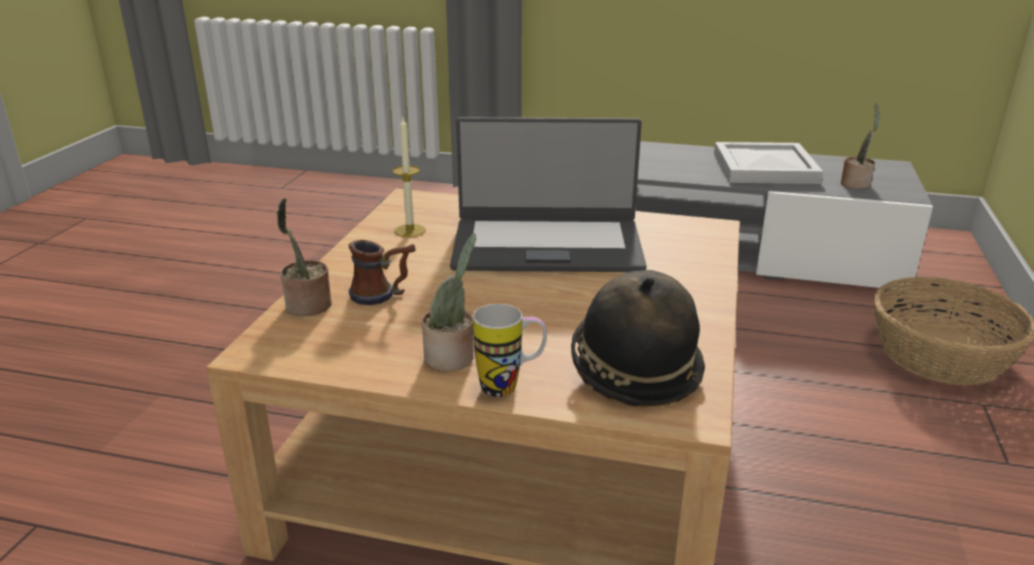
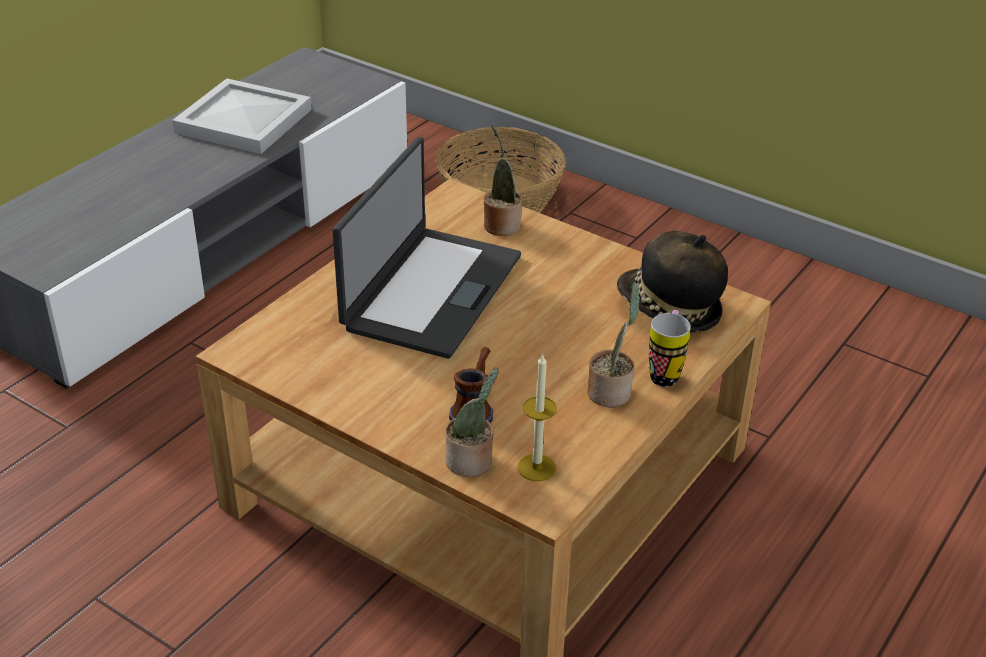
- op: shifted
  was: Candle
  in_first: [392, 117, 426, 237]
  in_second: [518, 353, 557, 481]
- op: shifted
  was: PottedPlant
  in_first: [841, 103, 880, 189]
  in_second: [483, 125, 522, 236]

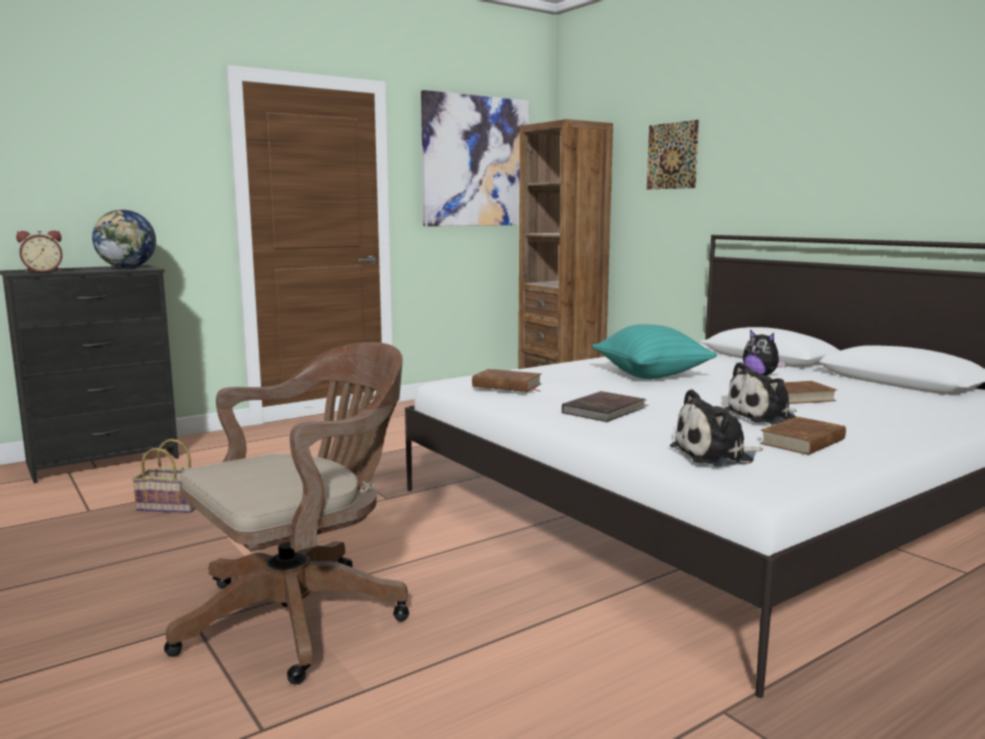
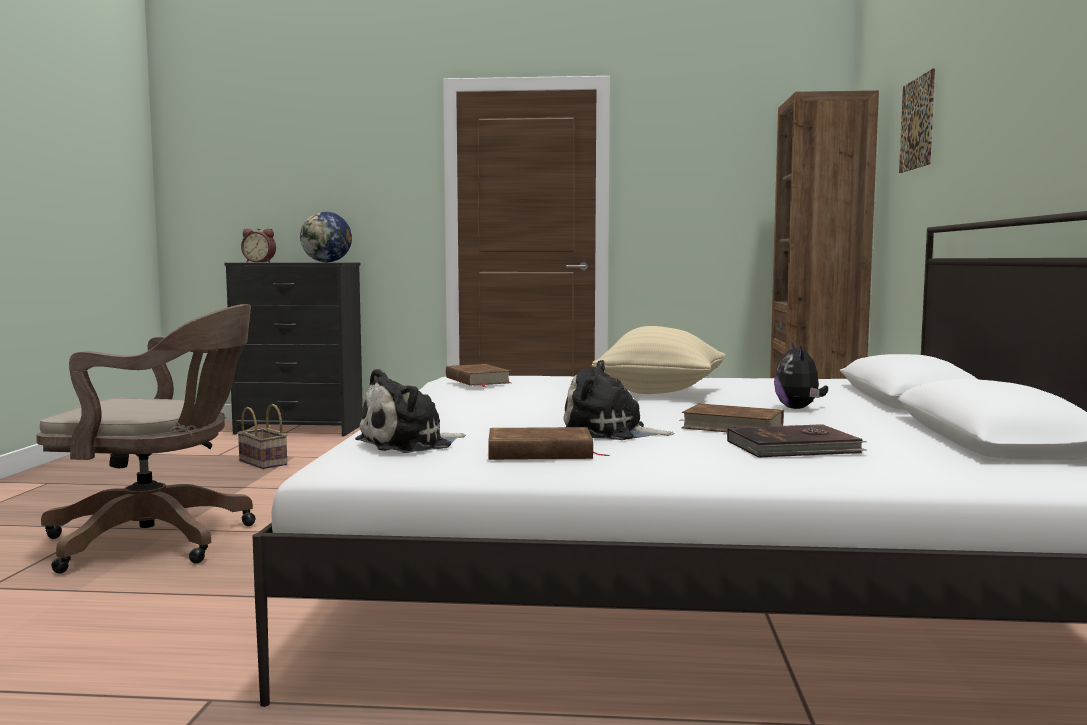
- op: gone
  was: Picture
  in_first: [421, 90, 529, 226]
- op: shifted
  was: BrownBook
  in_first: [562, 391, 649, 422]
  in_second: [727, 424, 867, 458]
- op: repainted
  was: TurquoisePillow
  now: BeigePillow
  in_first: [592, 324, 717, 379]
  in_second: [592, 326, 726, 394]
- op: rotated
  was: PlushToy
  in_first: [670, 389, 763, 466]
  in_second: [355, 369, 466, 453]
  clockwise: -60

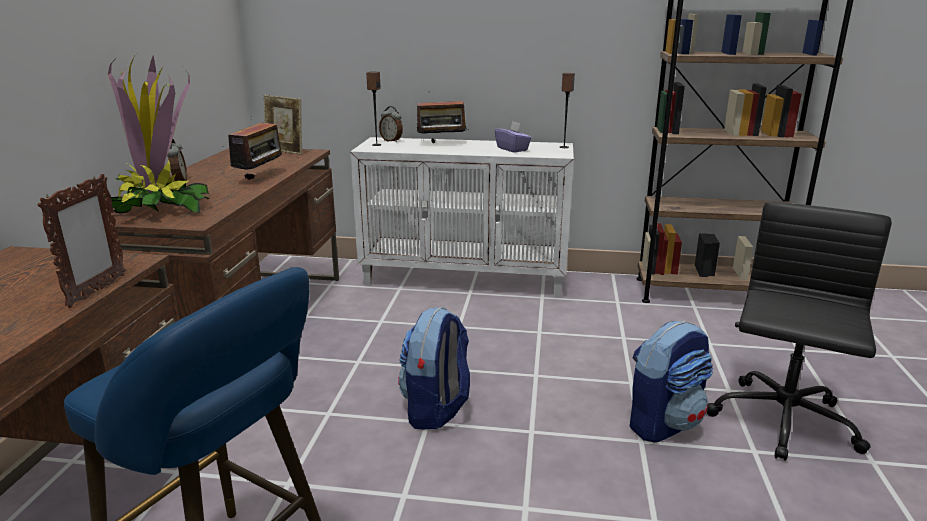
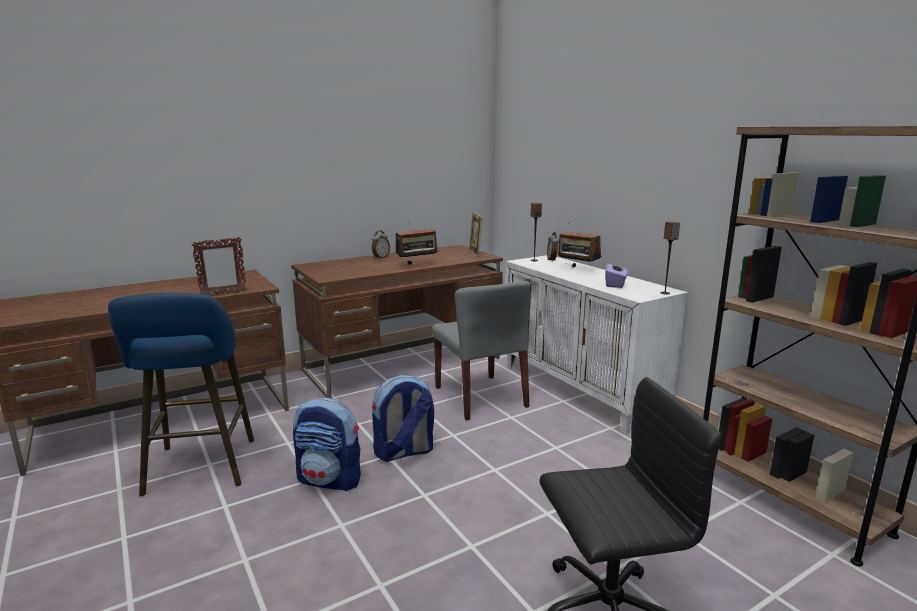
- op: gone
  was: PottedPlant
  in_first: [105, 54, 209, 214]
- op: new
  now: GreyChair
  in_second: [432, 281, 531, 421]
- op: shifted
  was: Backpack
  in_first: [630, 321, 713, 443]
  in_second: [293, 397, 361, 491]

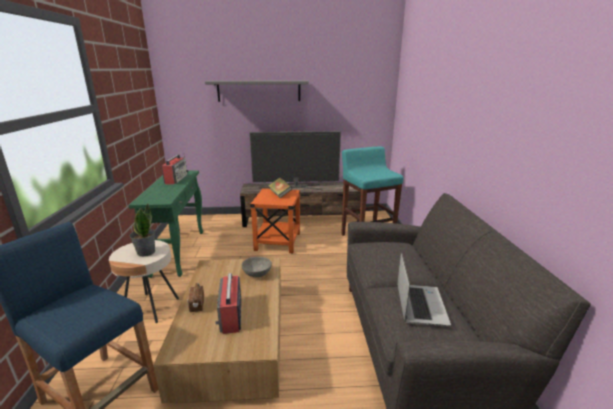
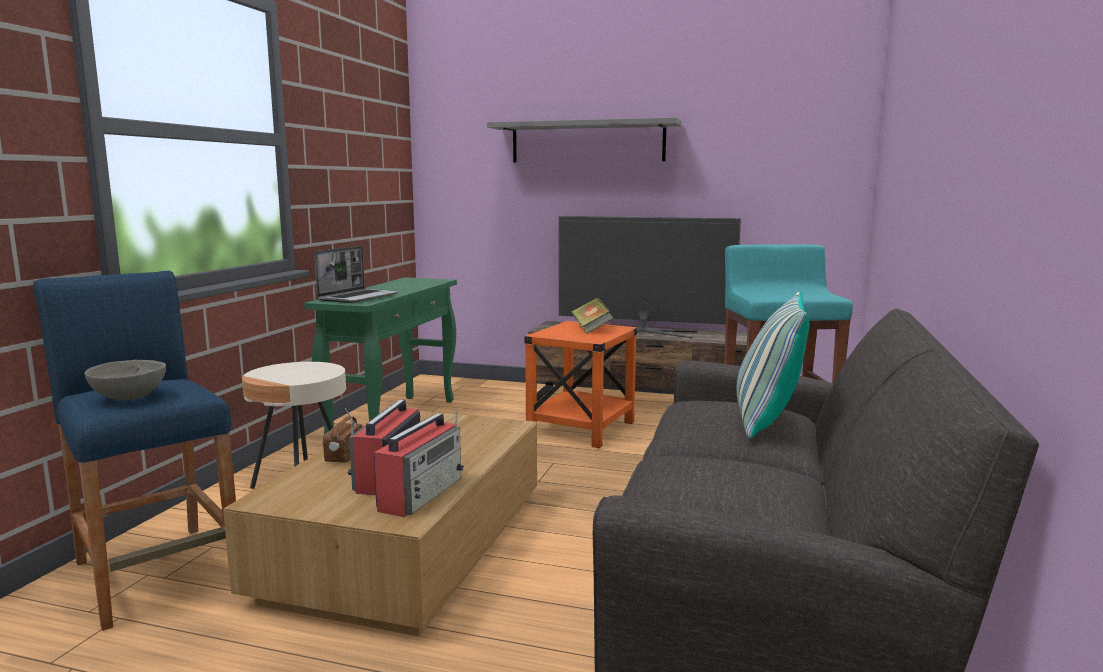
- op: gone
  was: PottedPlant
  in_first: [129, 204, 155, 257]
- op: new
  now: Pillow
  in_second: [737, 291, 809, 438]
- op: shifted
  was: Radio
  in_first: [162, 155, 188, 185]
  in_second: [374, 410, 464, 517]
- op: shifted
  was: GreyBowl
  in_first: [242, 257, 272, 277]
  in_second: [84, 360, 166, 400]
- op: shifted
  was: Laptop
  in_first: [397, 253, 451, 326]
  in_second: [314, 246, 399, 303]

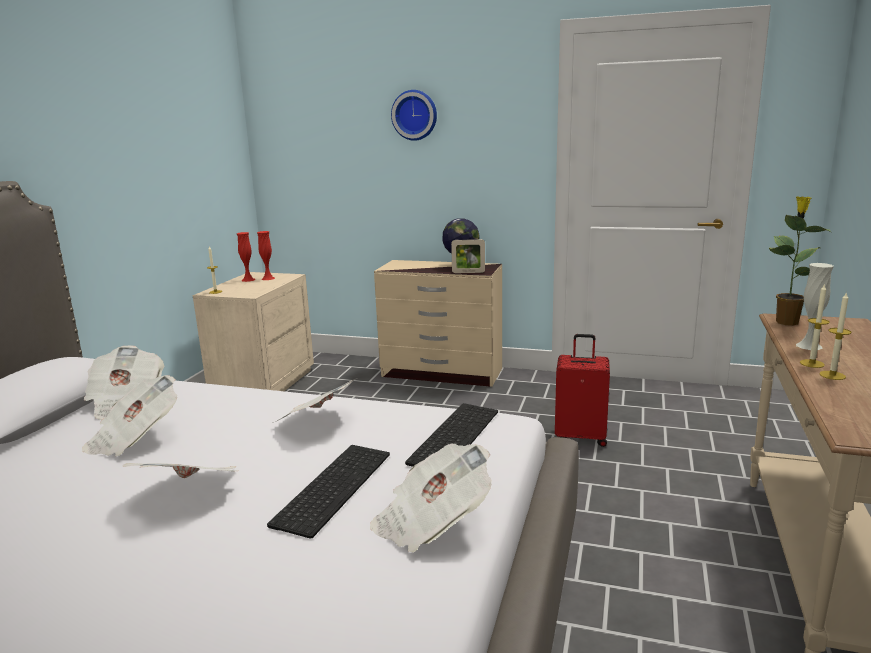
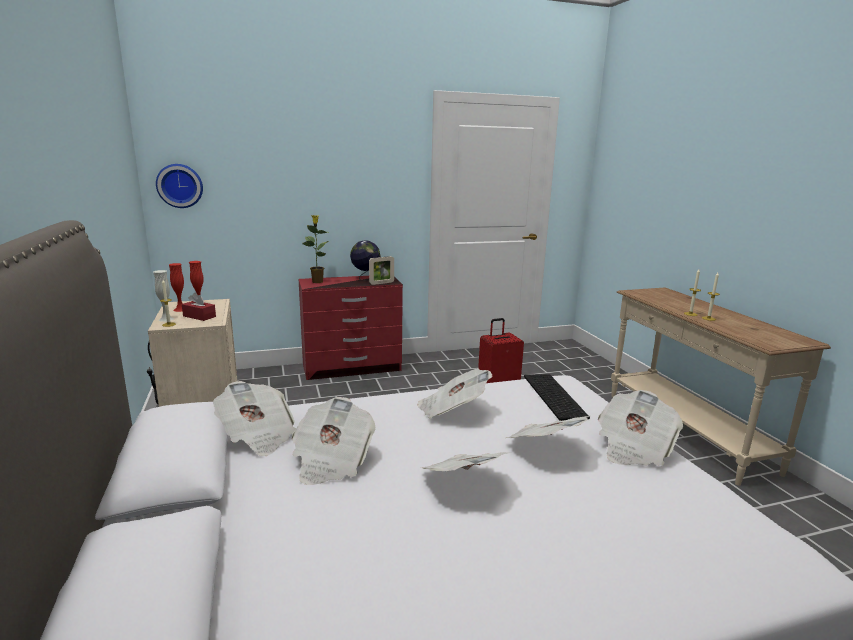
- op: new
  now: RedTissueBox
  in_second: [182, 292, 216, 321]
- op: shifted
  was: WallClock
  in_first: [391, 90, 437, 141]
  in_second: [156, 164, 203, 208]
- op: shifted
  was: PottedPlant
  in_first: [769, 196, 832, 326]
  in_second: [302, 215, 328, 283]
- op: shifted
  was: WhiteVase
  in_first: [796, 263, 834, 350]
  in_second: [153, 270, 174, 322]
- op: swapped
  was: Keyboard
  now: Newspaper
  in_first: [267, 445, 390, 539]
  in_second: [506, 416, 589, 438]
- op: repainted
  was: BeigeDresser
  now: RedDresser
  in_first: [374, 260, 502, 387]
  in_second: [299, 276, 403, 380]

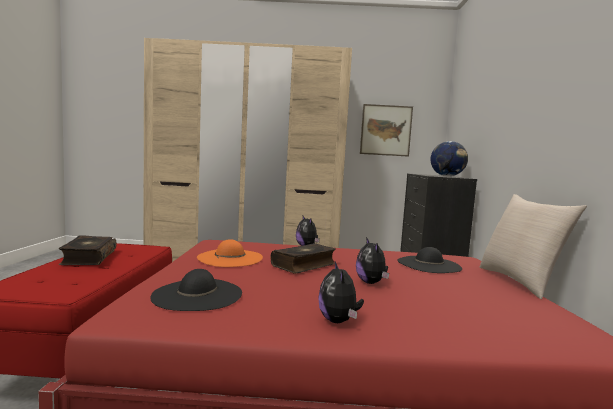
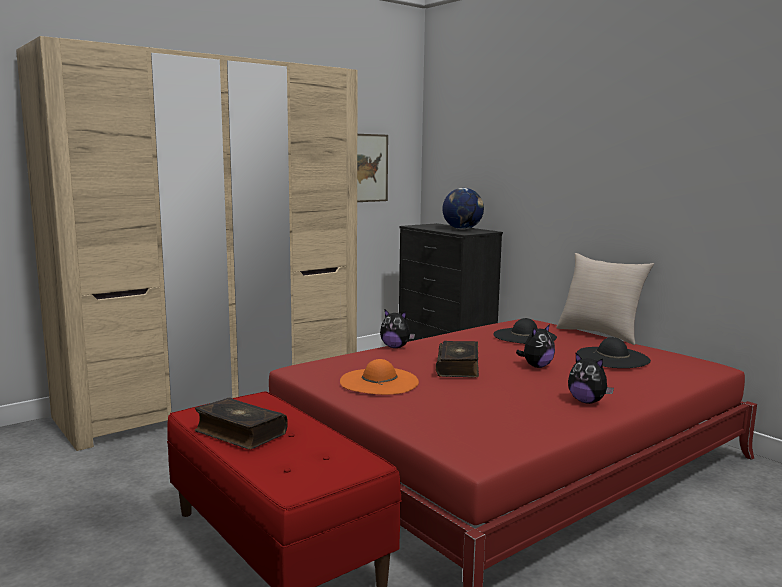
- op: shifted
  was: BlackHat
  in_first: [150, 269, 242, 311]
  in_second: [576, 337, 651, 368]
- op: rotated
  was: PlushToy
  in_first: [356, 237, 389, 284]
  in_second: [516, 324, 555, 368]
  clockwise: -75

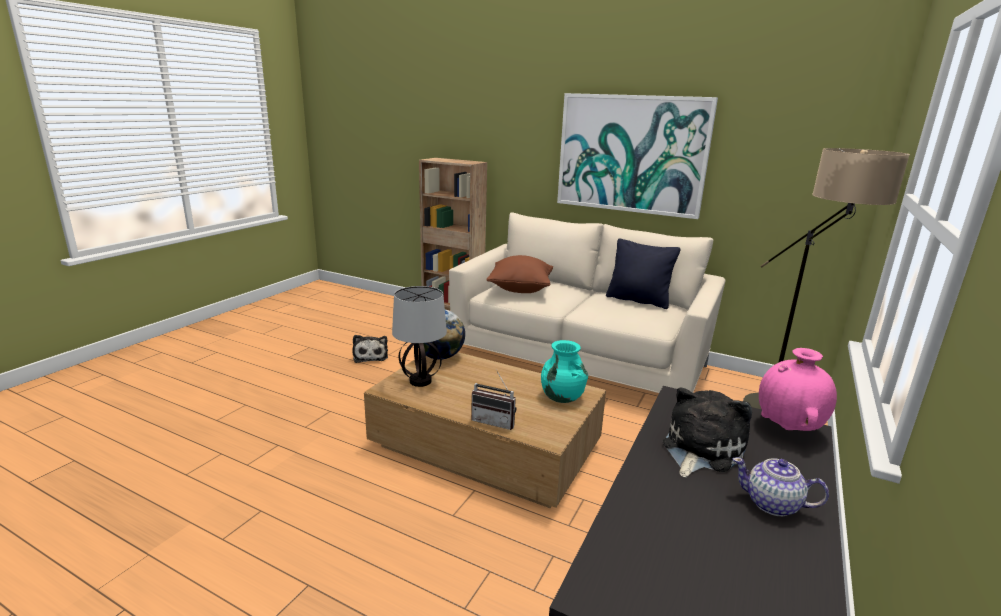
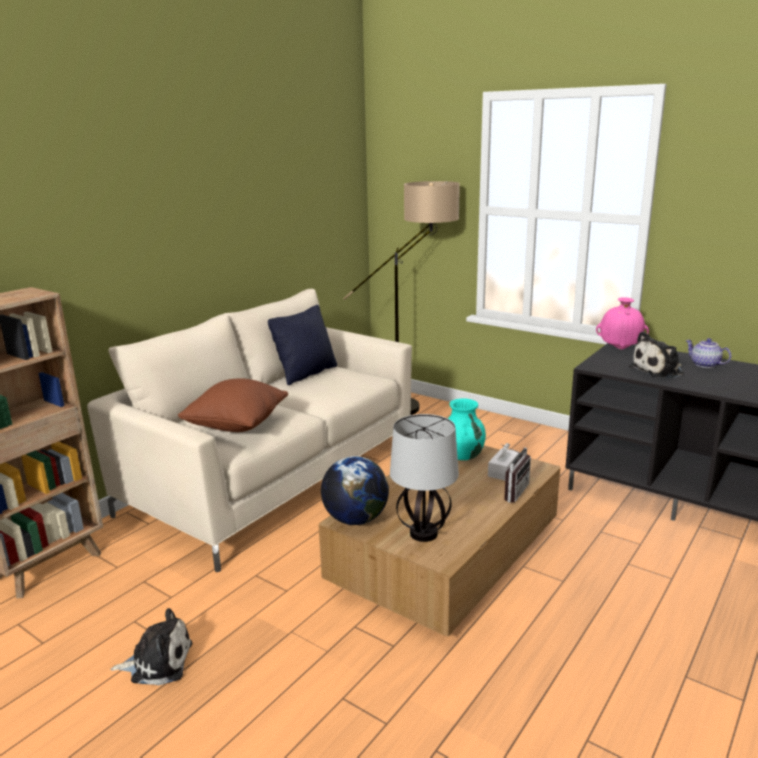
- op: gone
  was: Picture
  in_first: [557, 93, 718, 219]
- op: new
  now: WhiteTissueBox
  in_second: [488, 443, 519, 481]
- op: rotated
  was: PlushToy
  in_first: [663, 387, 752, 478]
  in_second: [629, 331, 684, 379]
  clockwise: -75
- op: rotated
  was: Teapot
  in_first: [733, 457, 829, 516]
  in_second: [685, 338, 732, 368]
  clockwise: 105

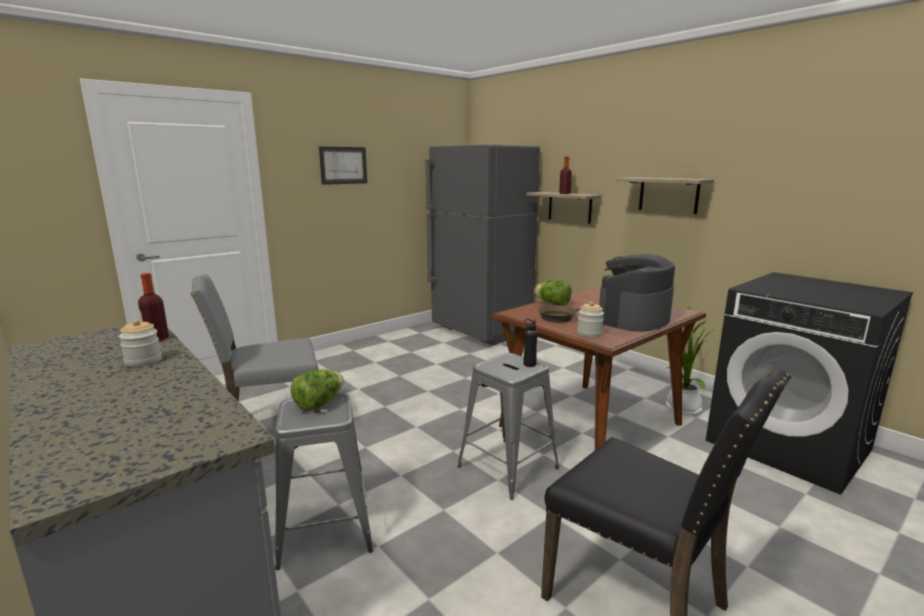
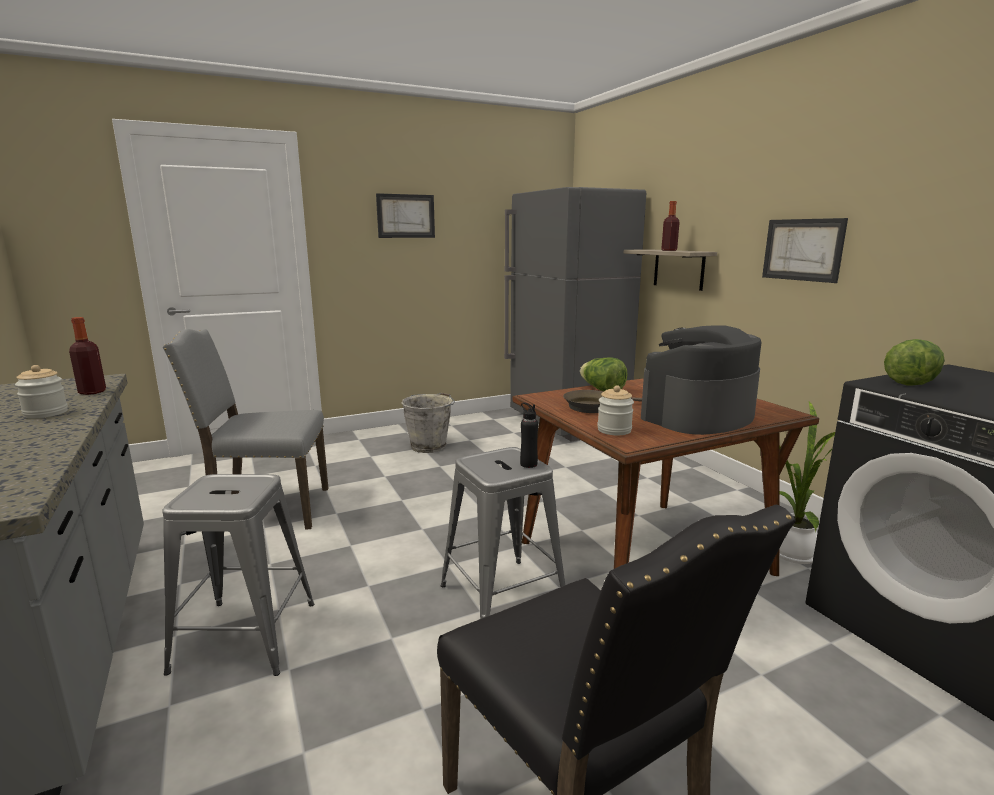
- op: new
  now: GreyBucket
  in_second: [401, 393, 455, 453]
- op: shifted
  was: Lettuce
  in_first: [290, 370, 344, 411]
  in_second: [884, 339, 945, 386]
- op: swapped
  was: Shelf
  now: Picture
  in_first: [616, 177, 714, 214]
  in_second: [762, 218, 848, 283]

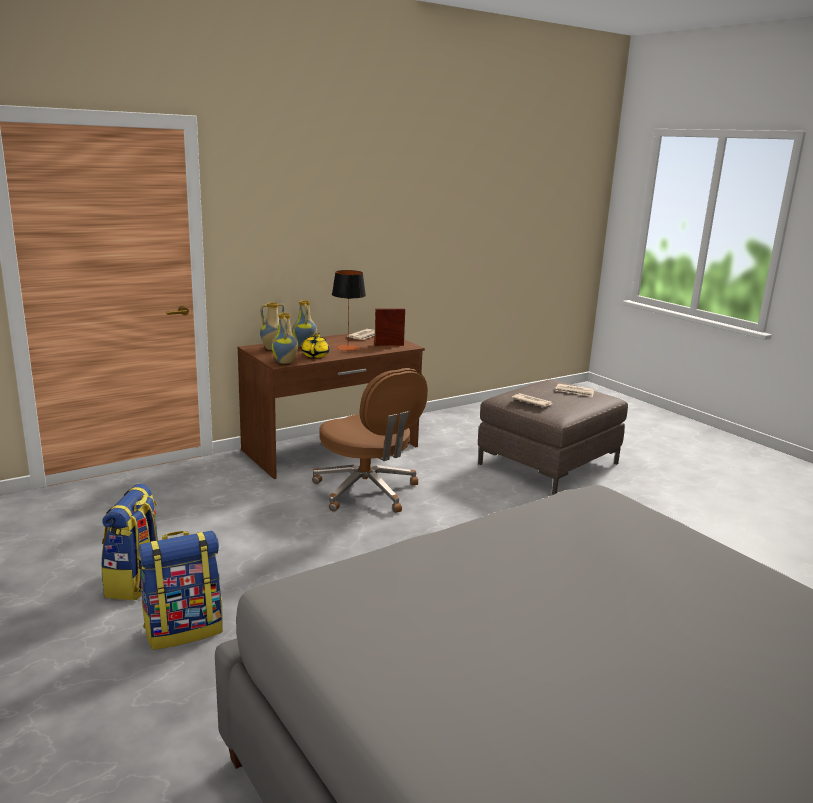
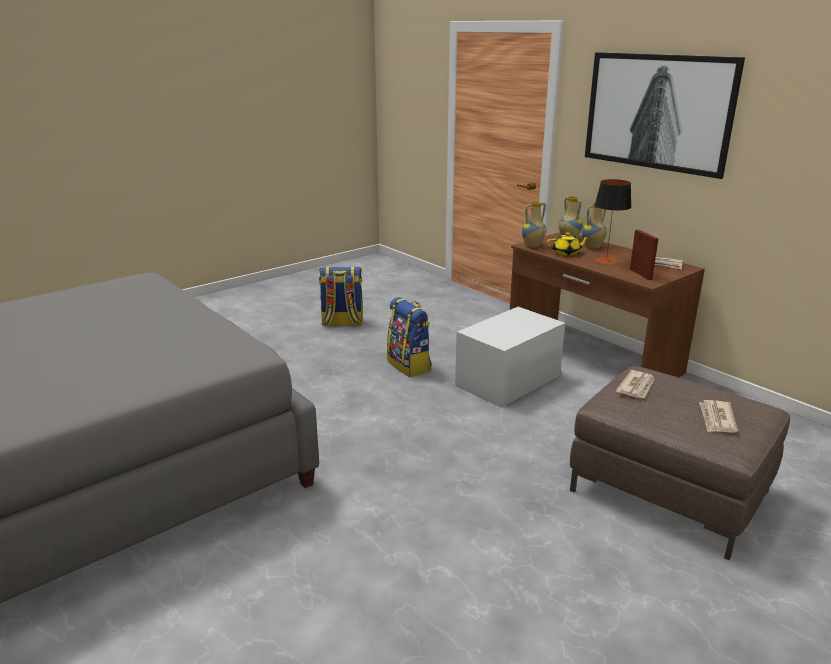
- op: new
  now: Picture
  in_second: [585, 52, 745, 179]
- op: shifted
  was: Backpack
  in_first: [138, 530, 223, 650]
  in_second: [387, 297, 432, 377]
- op: swapped
  was: BrownOfficeChair
  now: WhiteStorageBox
  in_first: [312, 368, 428, 513]
  in_second: [455, 307, 565, 408]

